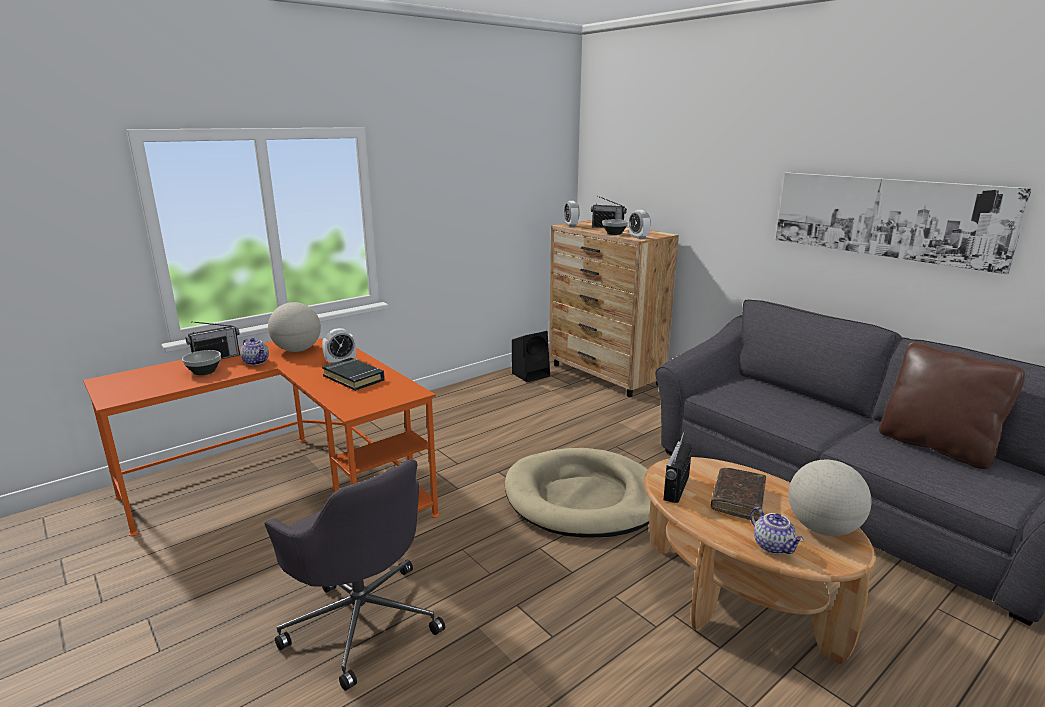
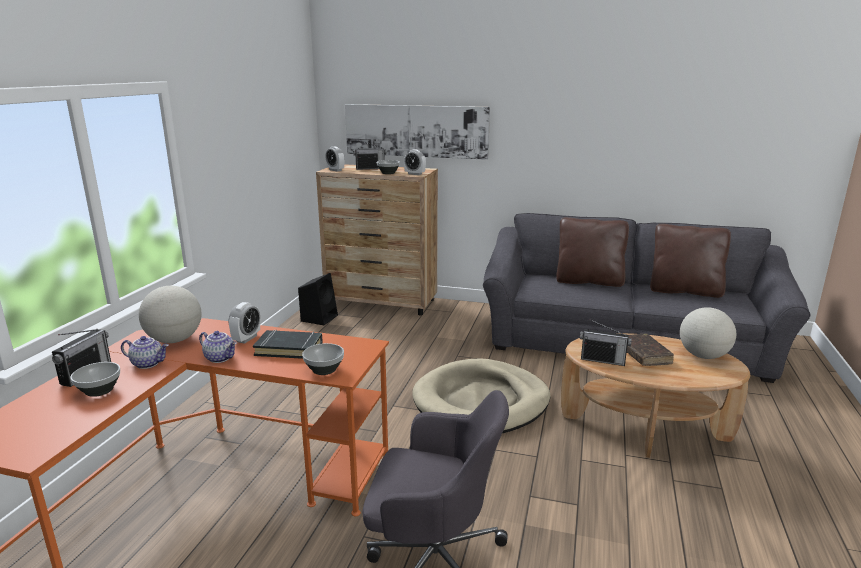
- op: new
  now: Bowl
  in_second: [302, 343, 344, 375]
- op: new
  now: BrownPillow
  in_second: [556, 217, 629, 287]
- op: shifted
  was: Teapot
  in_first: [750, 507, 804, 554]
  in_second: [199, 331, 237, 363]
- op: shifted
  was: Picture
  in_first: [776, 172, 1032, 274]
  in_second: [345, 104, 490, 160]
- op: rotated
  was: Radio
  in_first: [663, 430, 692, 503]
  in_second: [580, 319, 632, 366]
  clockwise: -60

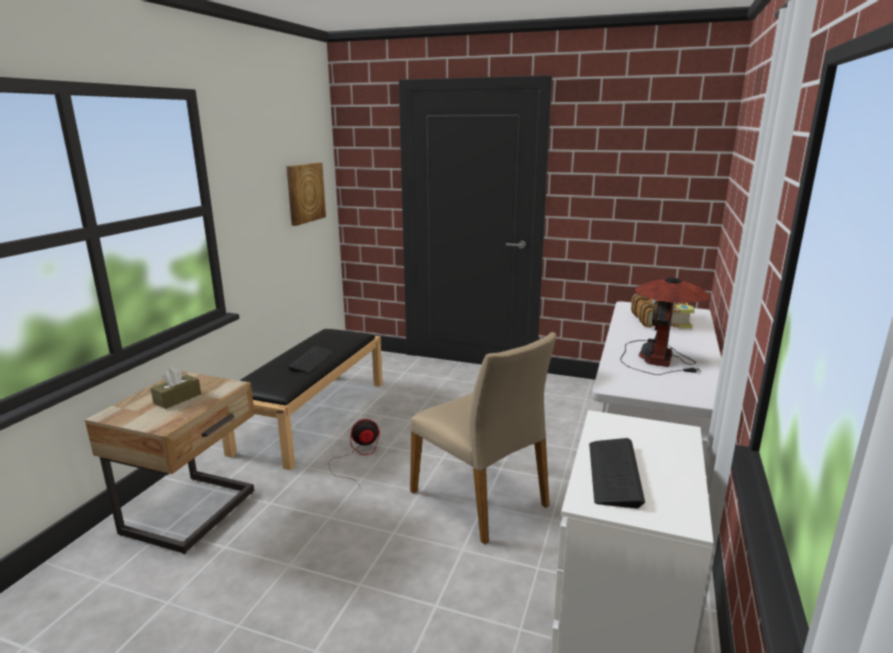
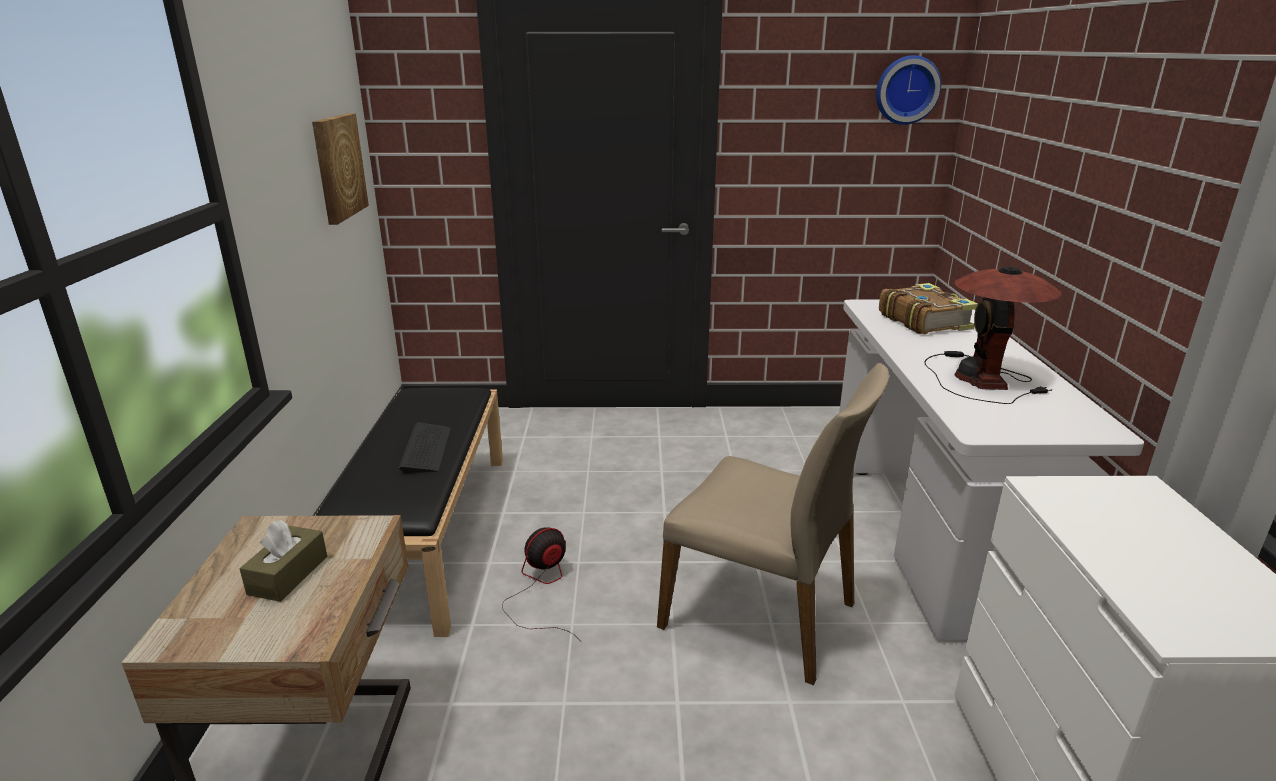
- op: gone
  was: Keyboard
  in_first: [589, 438, 645, 509]
- op: new
  now: WallClock
  in_second: [876, 55, 941, 125]

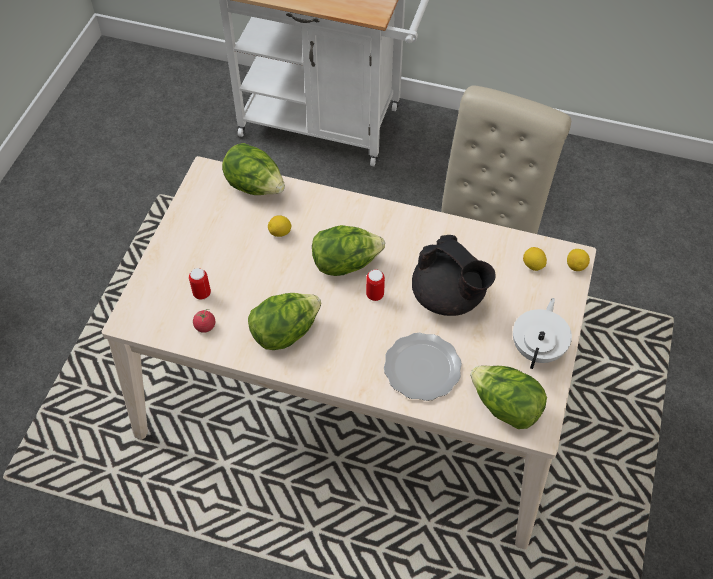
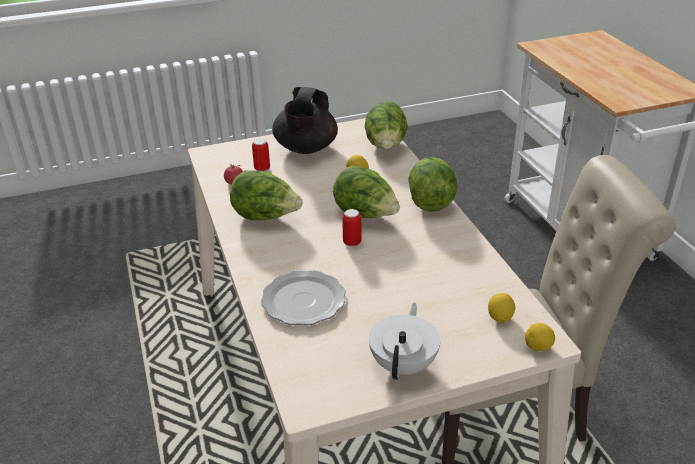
- op: shifted
  was: BlackTeapot
  in_first: [412, 235, 496, 316]
  in_second: [272, 87, 338, 154]
- op: shifted
  was: Lettuce
  in_first: [470, 365, 547, 429]
  in_second: [408, 157, 457, 212]
- op: rotated
  was: WhiteTeapot
  in_first: [513, 298, 572, 369]
  in_second: [369, 303, 440, 380]
  clockwise: -60

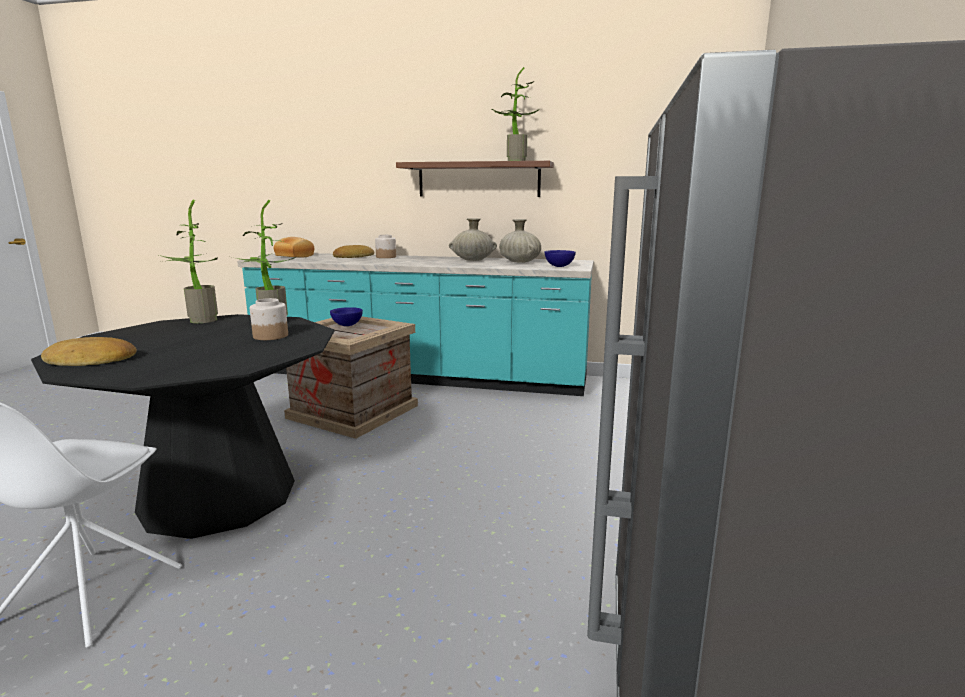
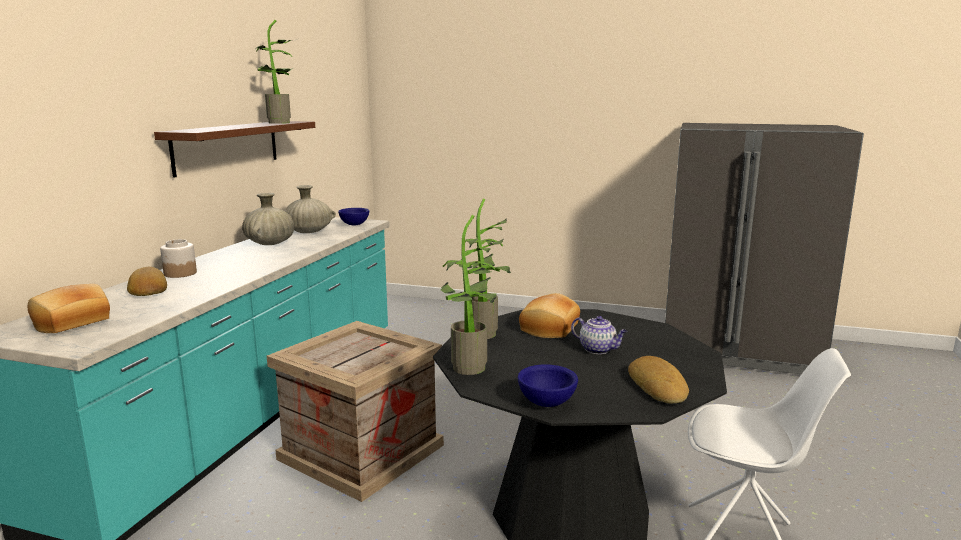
- op: new
  now: Teapot
  in_second: [571, 316, 628, 354]
- op: shifted
  was: BlueBowl
  in_first: [330, 307, 363, 326]
  in_second: [518, 364, 578, 407]
- op: swapped
  was: Jar
  now: Bread
  in_first: [250, 298, 288, 340]
  in_second: [519, 293, 580, 338]

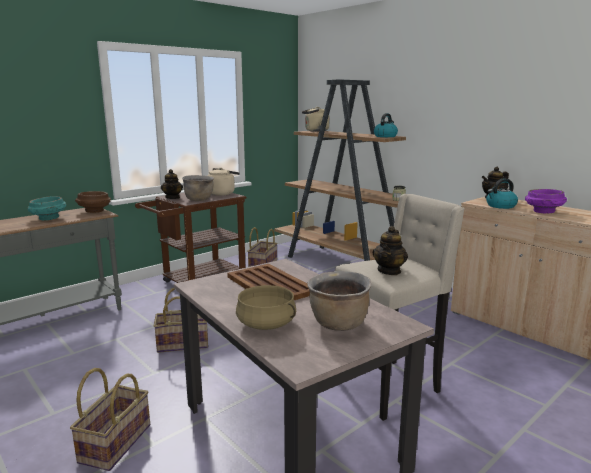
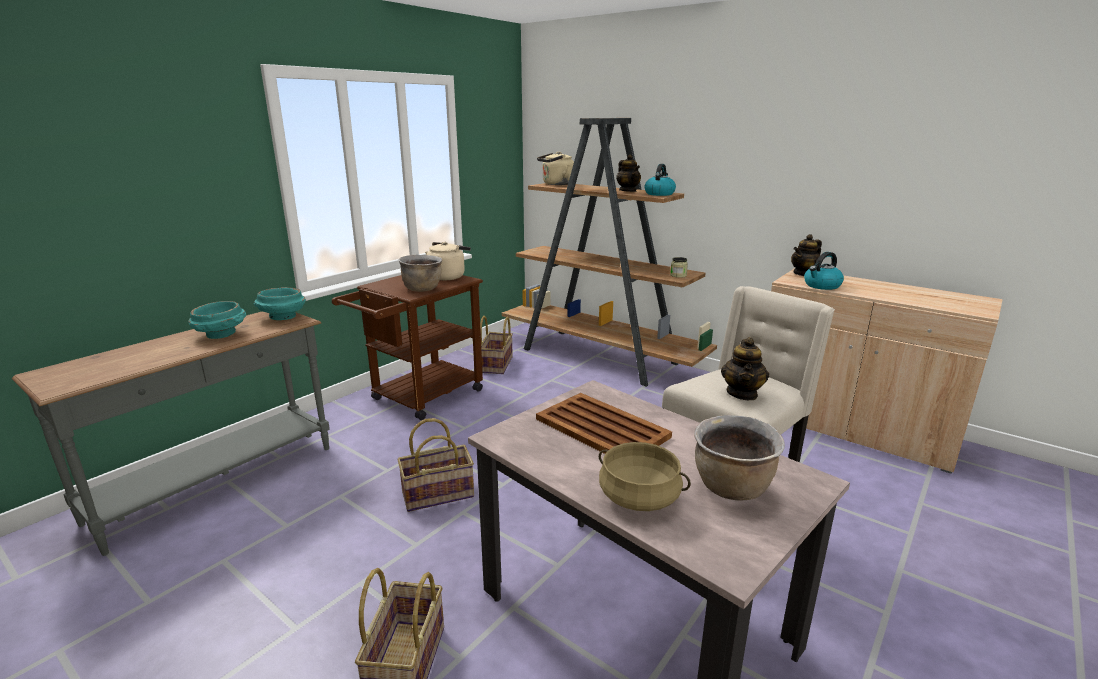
- op: gone
  was: PurpleBowl
  in_first: [525, 189, 567, 213]
- op: shifted
  was: Teapot
  in_first: [161, 169, 183, 199]
  in_second: [616, 154, 641, 192]
- op: repainted
  was: BrownBowl
  now: TurquoiseBowl
  in_first: [75, 191, 111, 213]
  in_second: [254, 287, 306, 320]

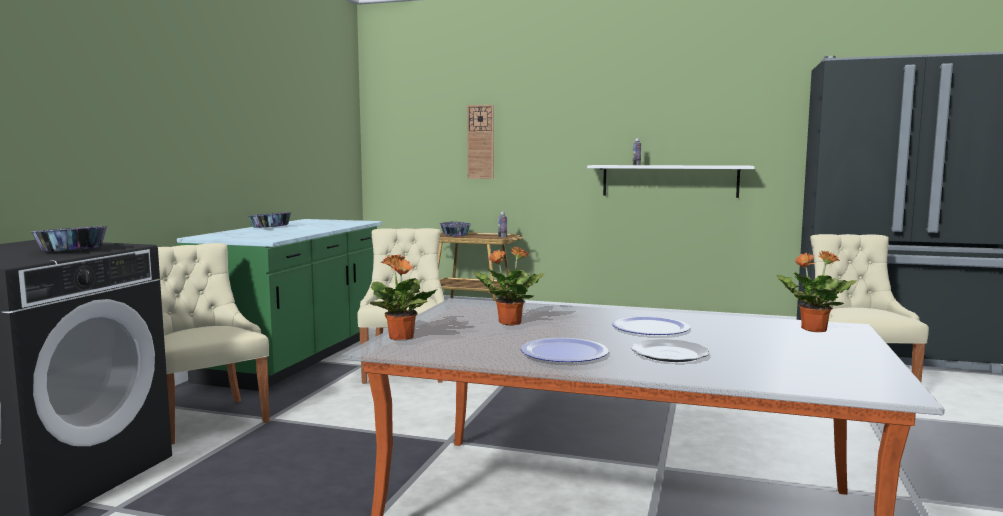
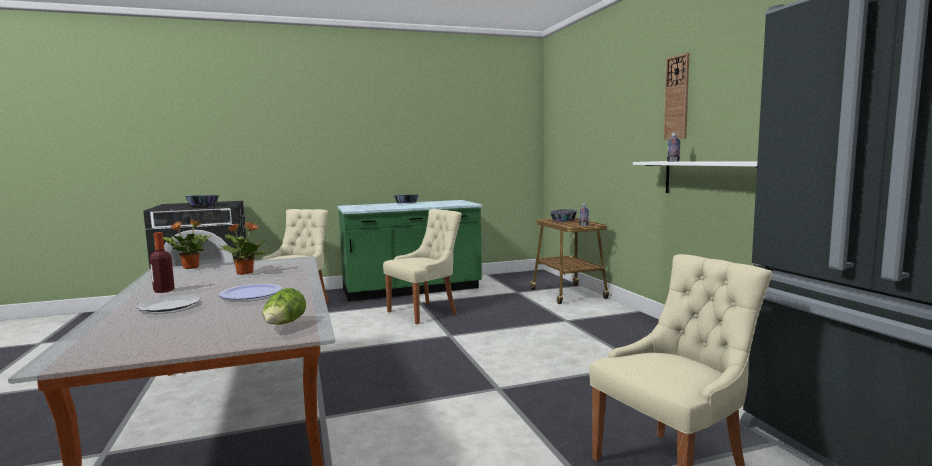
- op: shifted
  was: WallClock
  in_first: [467, 105, 494, 179]
  in_second: [664, 53, 689, 140]
- op: swapped
  was: Plate
  now: Bottle
  in_first: [521, 338, 608, 362]
  in_second: [150, 232, 175, 293]
- op: swapped
  was: PottedPlant
  now: Lettuce
  in_first: [776, 251, 857, 332]
  in_second: [263, 288, 306, 325]

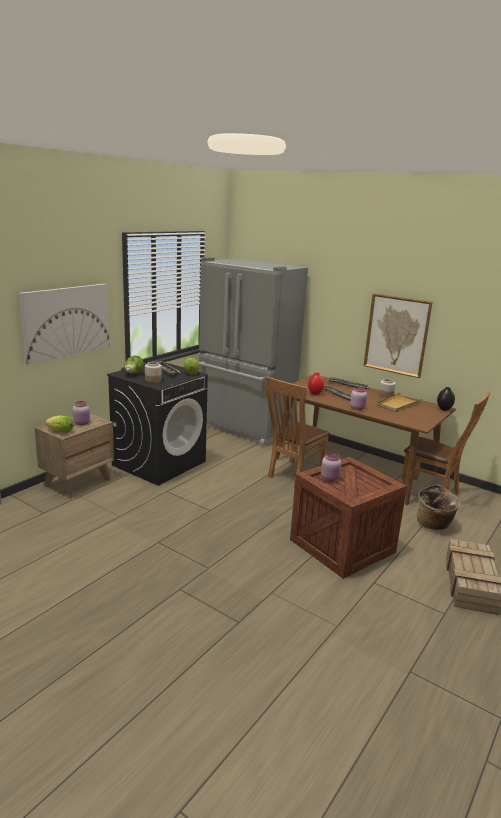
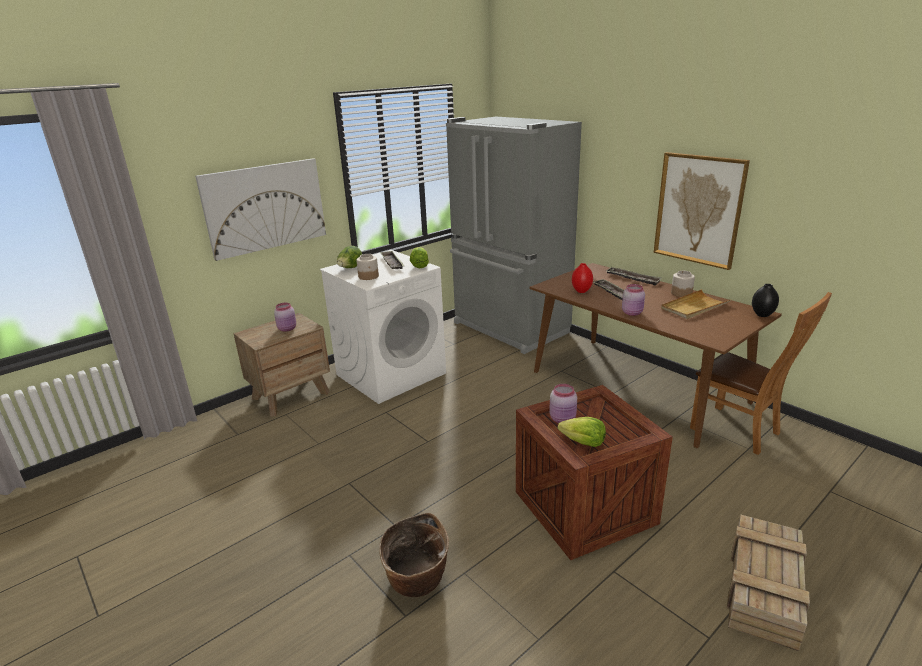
- op: gone
  was: BrownChair
  in_first: [265, 376, 330, 487]
- op: shifted
  was: Lettuce
  in_first: [45, 415, 74, 433]
  in_second: [558, 417, 606, 447]
- op: shifted
  was: Basket
  in_first: [416, 484, 460, 530]
  in_second: [379, 513, 449, 597]
- op: repainted
  was: BlackWashingMachine
  now: WhiteWashingMachine
  in_first: [107, 361, 208, 486]
  in_second: [320, 250, 446, 404]

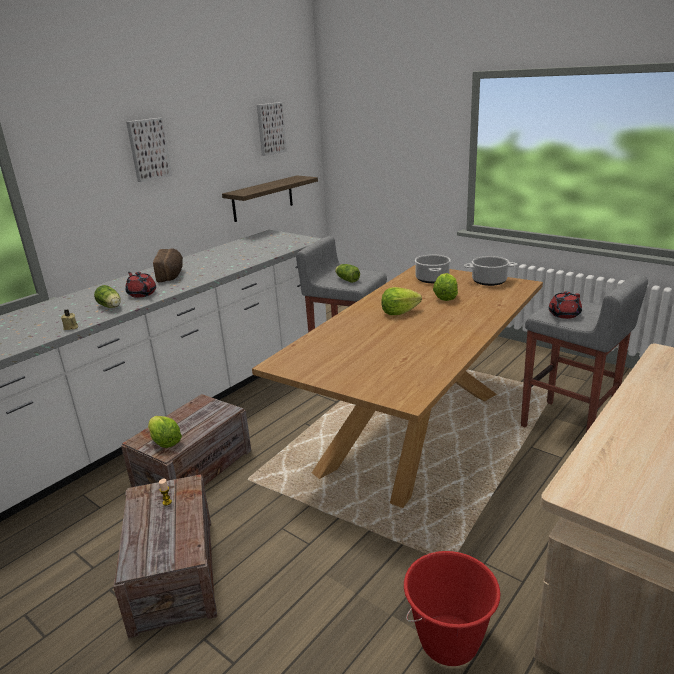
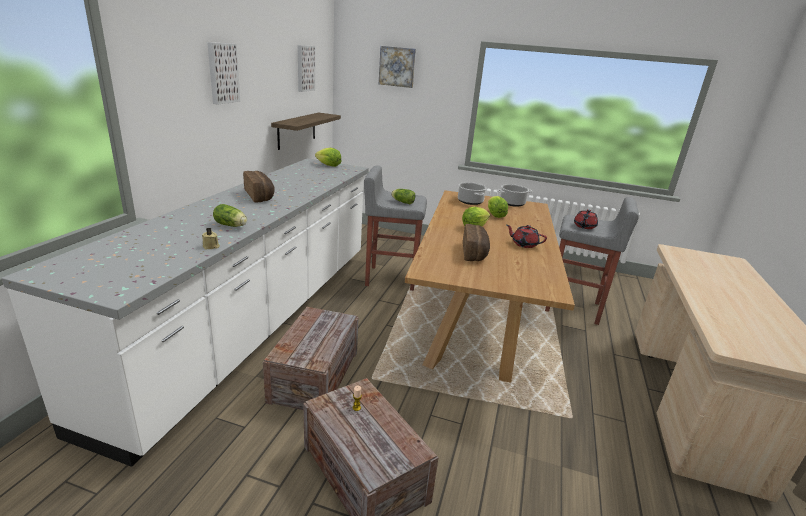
- op: gone
  was: RedBucket
  in_first: [404, 551, 500, 666]
- op: new
  now: Picture
  in_second: [379, 46, 416, 88]
- op: new
  now: Bread
  in_second: [463, 224, 490, 261]
- op: shifted
  was: RedTeapot
  in_first: [125, 272, 156, 298]
  in_second: [507, 225, 547, 248]
- op: shifted
  was: Lettuce
  in_first: [148, 416, 182, 448]
  in_second: [315, 148, 341, 167]

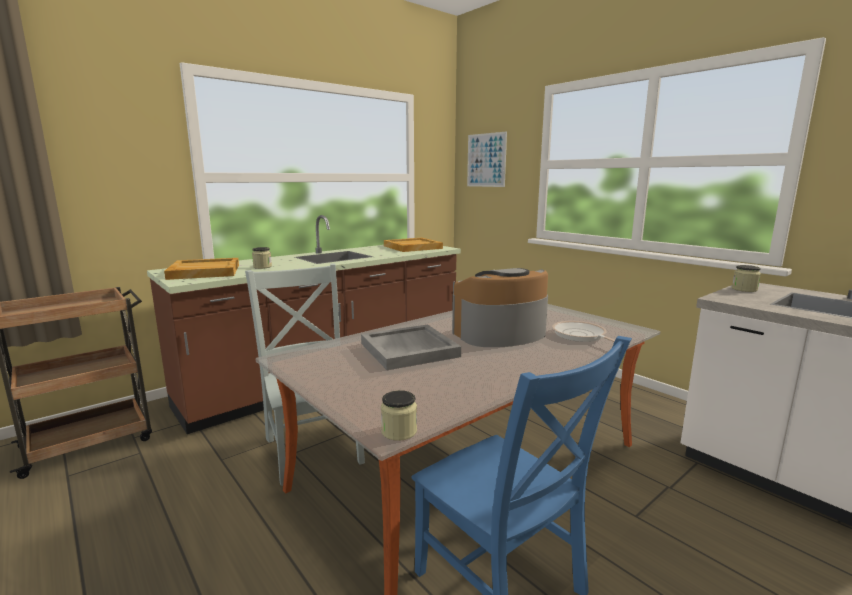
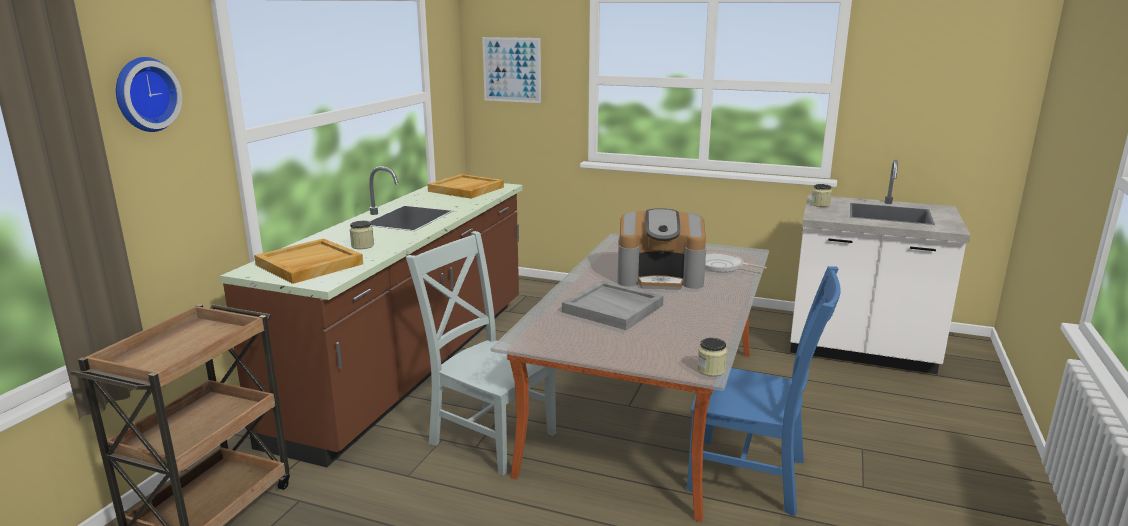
- op: new
  now: WallClock
  in_second: [116, 57, 182, 132]
- op: rotated
  was: CoffeeMachine
  in_first: [452, 268, 548, 347]
  in_second: [618, 208, 706, 290]
  clockwise: -120

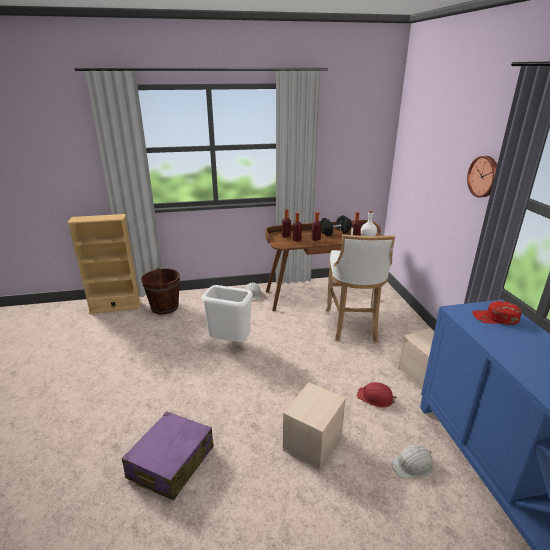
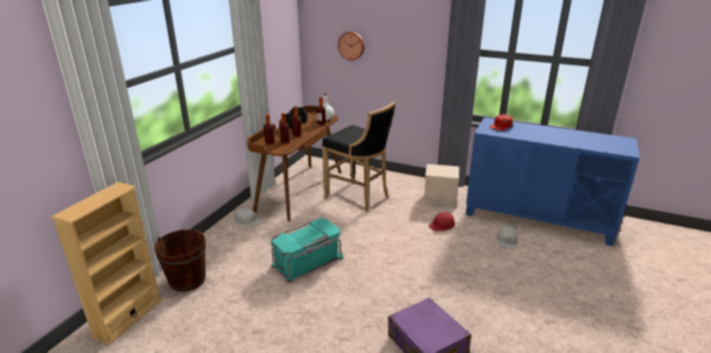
- op: gone
  was: BeigeStorageBox
  in_first: [282, 382, 346, 469]
- op: shifted
  was: WallClock
  in_first: [467, 156, 497, 198]
  in_second: [338, 32, 365, 60]
- op: swapped
  was: WhiteTrashCan
  now: TurquoiseStorageBox
  in_first: [201, 285, 253, 342]
  in_second: [271, 218, 343, 283]
- op: repainted
  was: WhiteStool
  now: BlackStool
  in_first: [326, 234, 395, 342]
  in_second: [322, 102, 396, 212]

